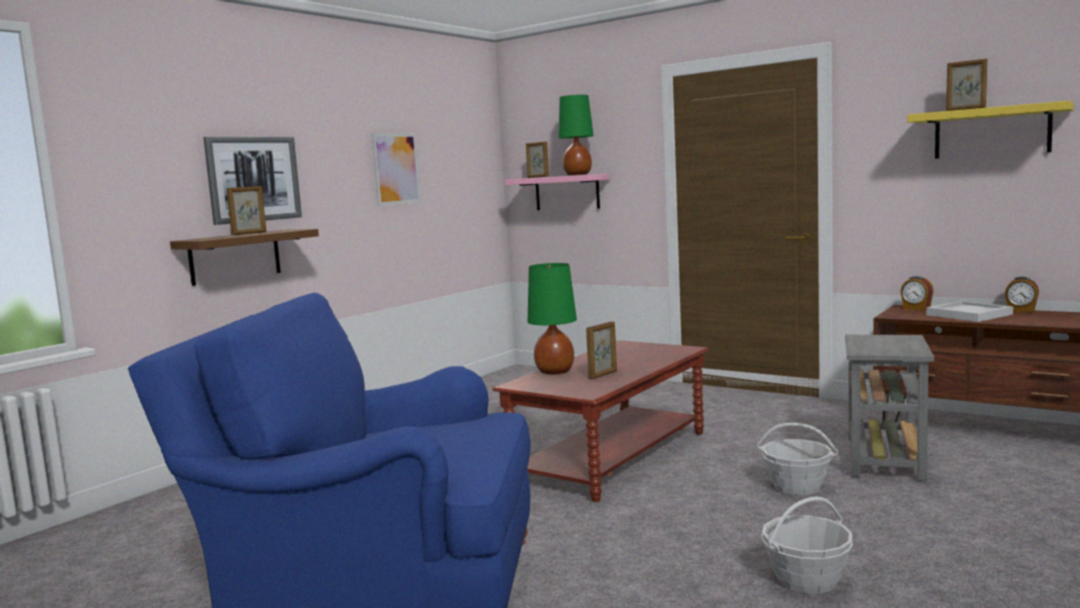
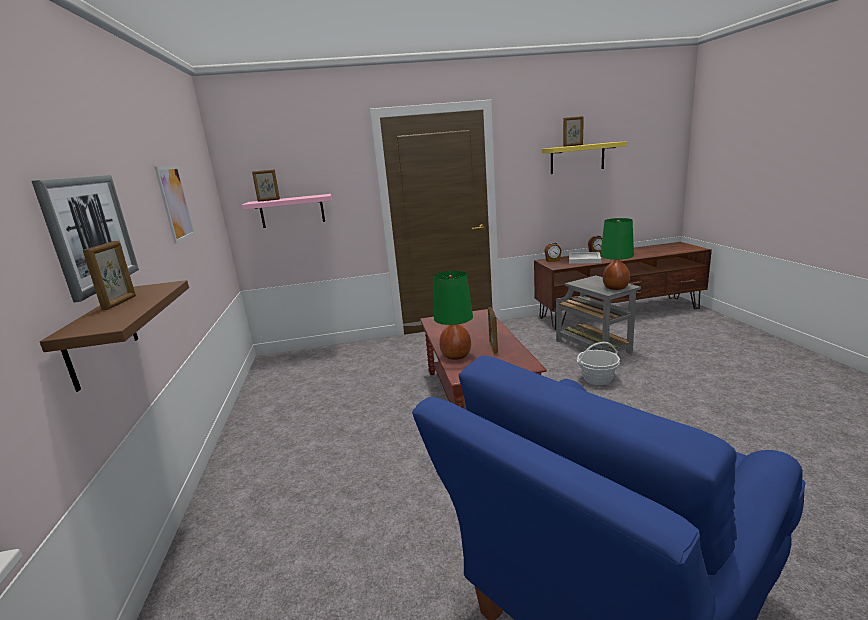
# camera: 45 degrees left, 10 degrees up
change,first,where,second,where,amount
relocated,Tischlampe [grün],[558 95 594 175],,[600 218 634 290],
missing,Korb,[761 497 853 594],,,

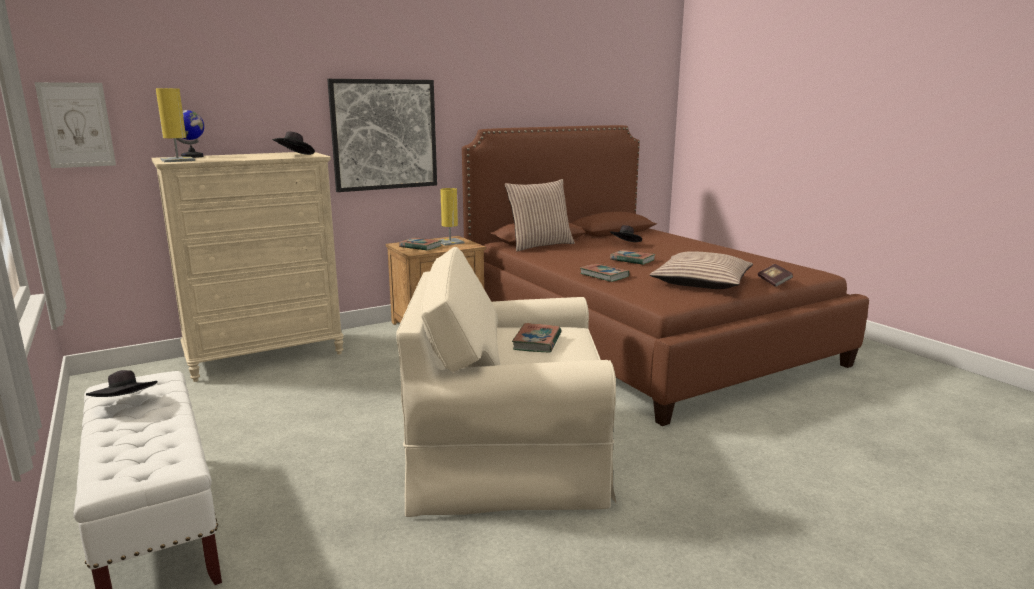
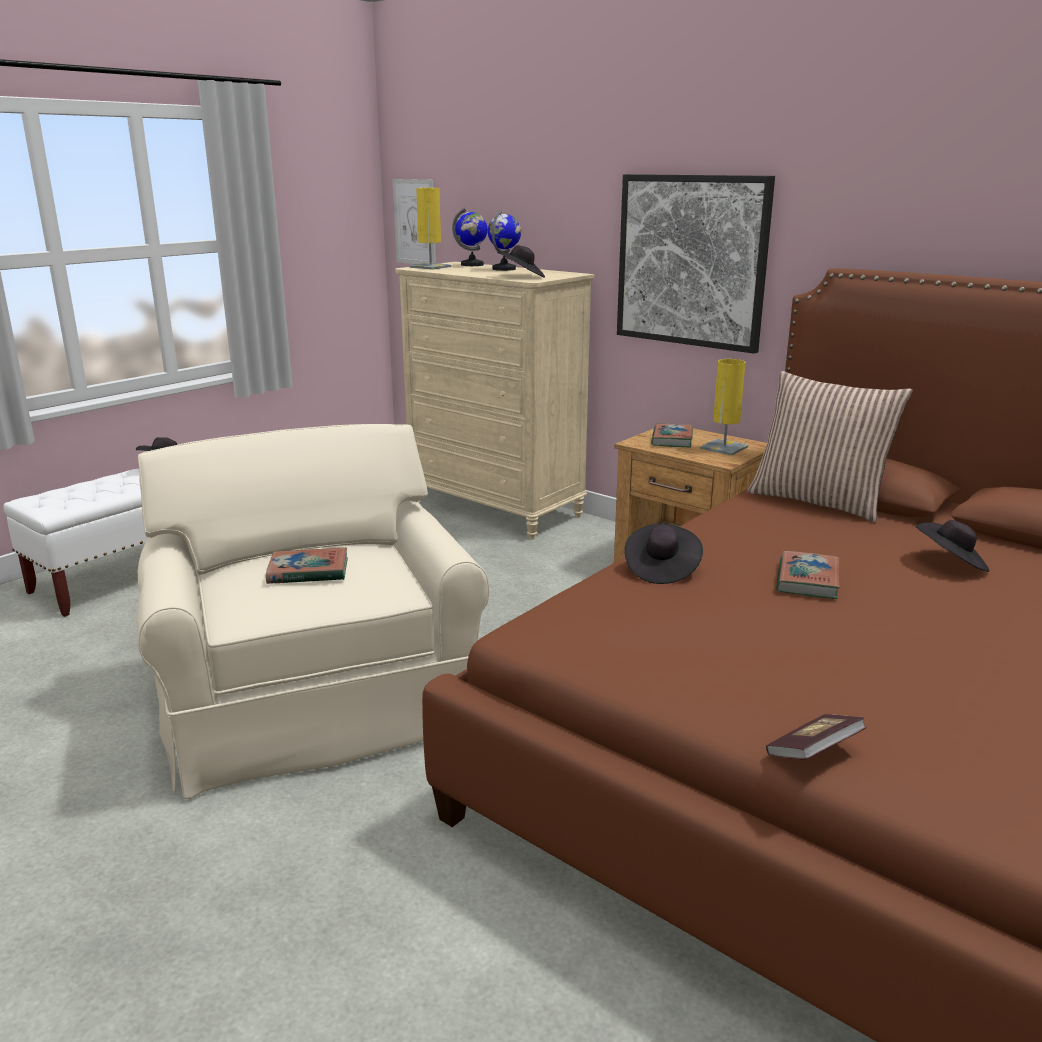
# camera: 70 degrees right, 5 degrees up
change,first,where,second,where,amount
missing,Kissen,[650 251 753 289],,,
exchanged,Buch,[580 263 629 282],Hut [schwarz],[624 523 703 584],
appeared,,,Globus,[488 210 521 271],

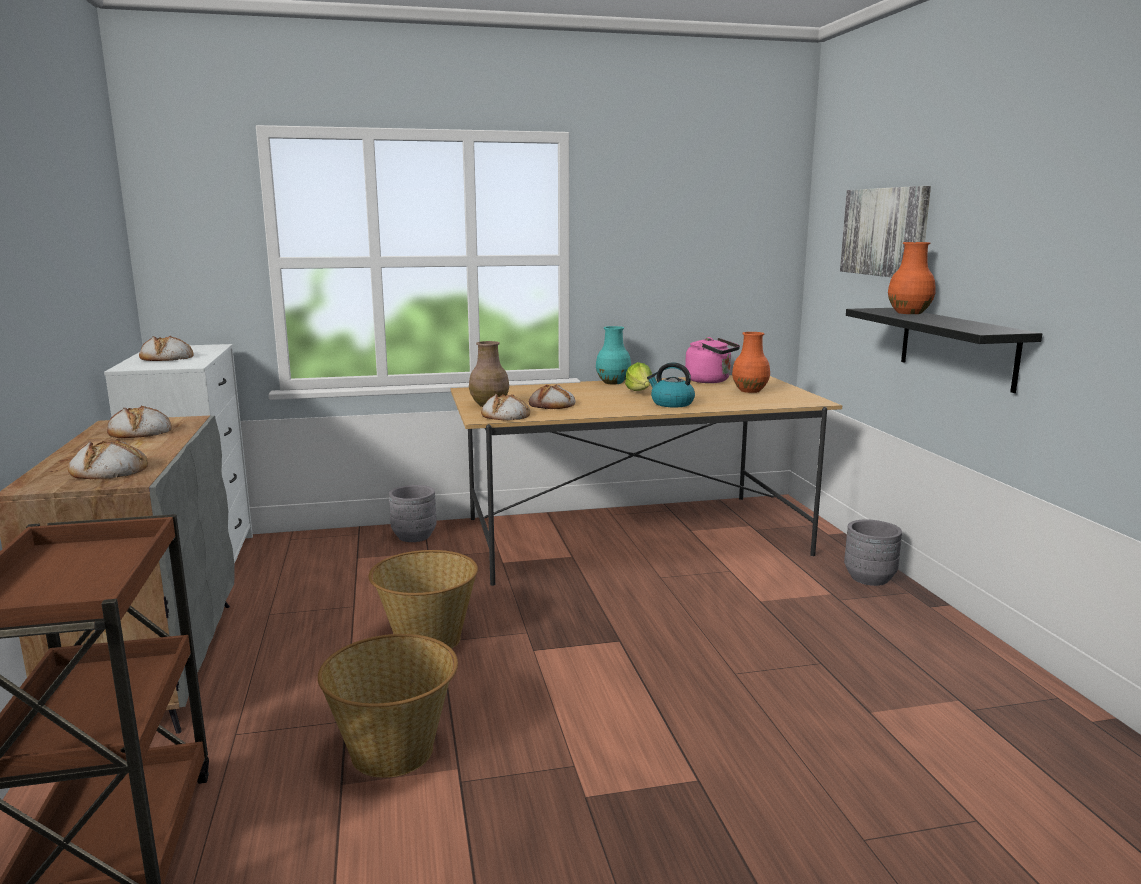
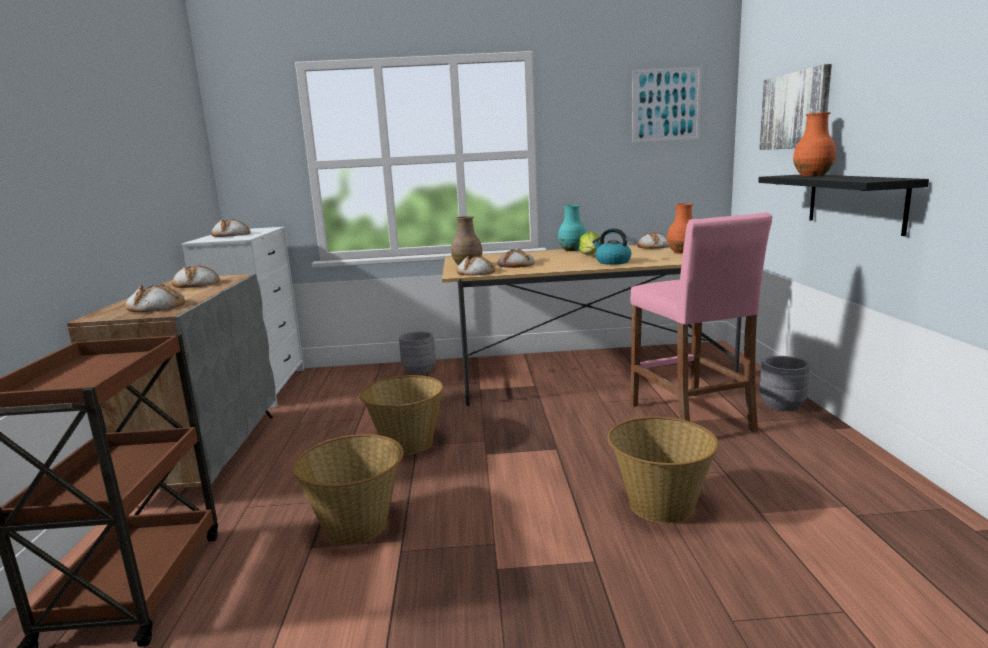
# camera: 10 degrees right, 0 degrees up
change,first,where,second,where,amount
exchanged,Wasserkessel [rosa],[685 337 740 383],Brot,[637 232 670 249],
appeared,,,Bild,[632 67 702 142],
appeared,,,Hocker [rosa],[630 212 772 432],
appeared,,,Korb,[608 417 719 523],

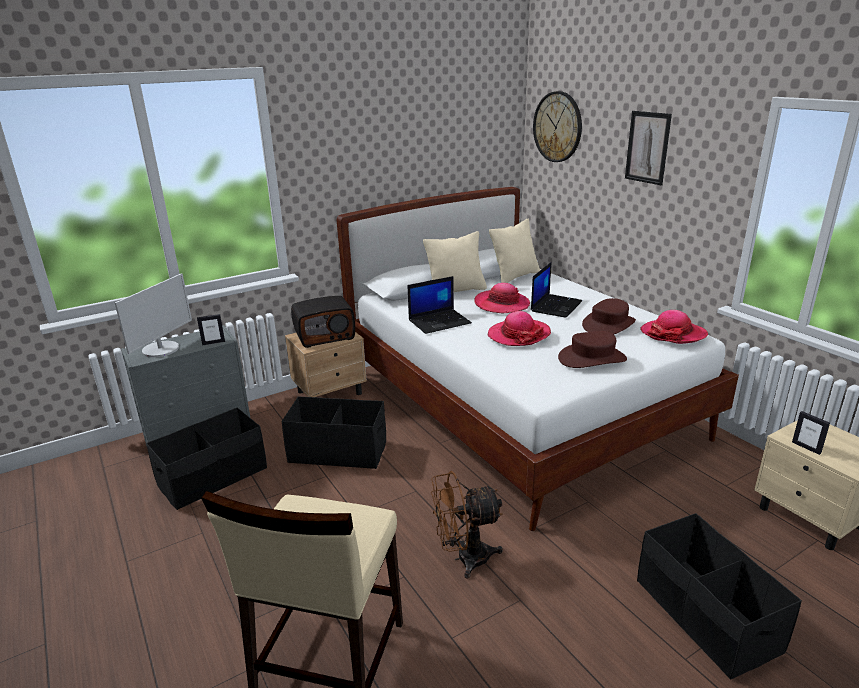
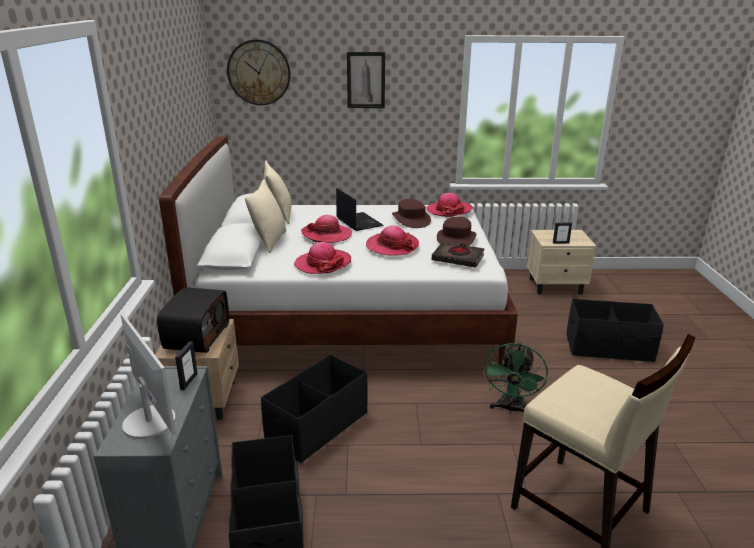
# camera: 60 degrees left, 0 degrees up
change,first,where,second,where,amount
exchanged,Laptop,[408 276 472 334],Hut,[294 242 351 274],
colour,Ventilator [braun],[431 471 503 579],Ventilator [grün],[483 342 548 414],
appeared,,,Buch [schwarz],[431 242 485 268],

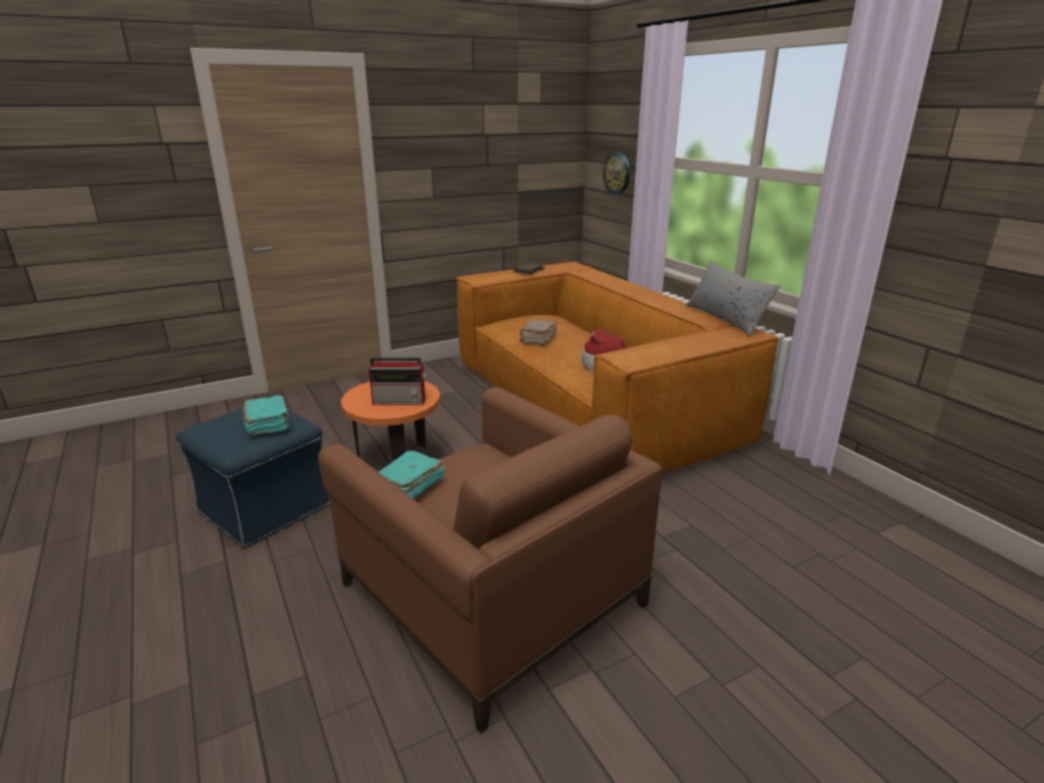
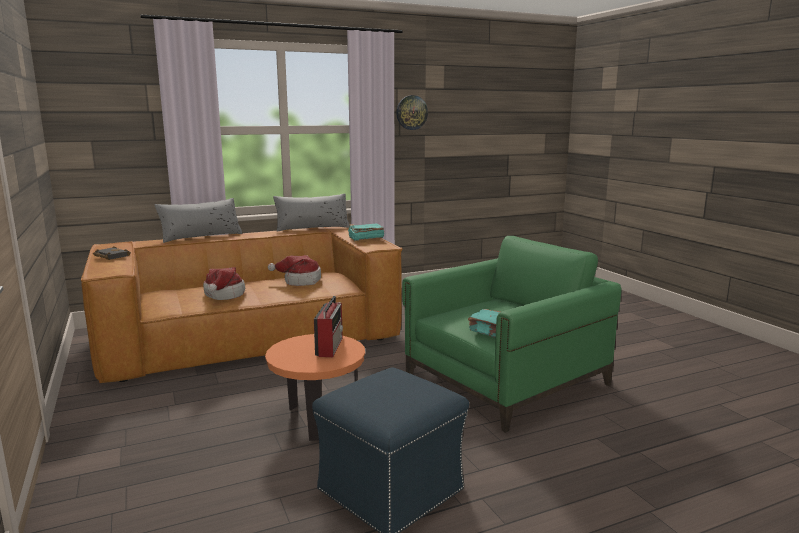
# camera: 85 degrees left, 10 degrees down
change,first,where,second,where,amount
relocated,Wanduhr,[603 151 630 195],,[396 95 428 130],
exchanged,Buch [braun],[520 319 557 346],Hut,[203 267 245 300],
colour,Sessel [braun],[318 387 663 734],Sessel [grün],[402 236 622 433],
relocated,Buch [türkis],[243 395 290 436],,[348 224 384 241],
appeared,,,Kissen [grau],[155 198 243 243],

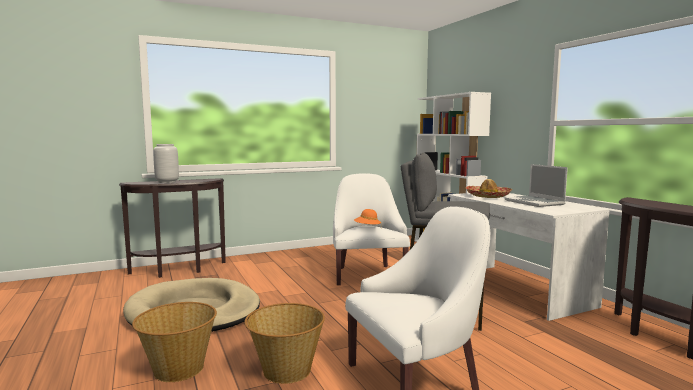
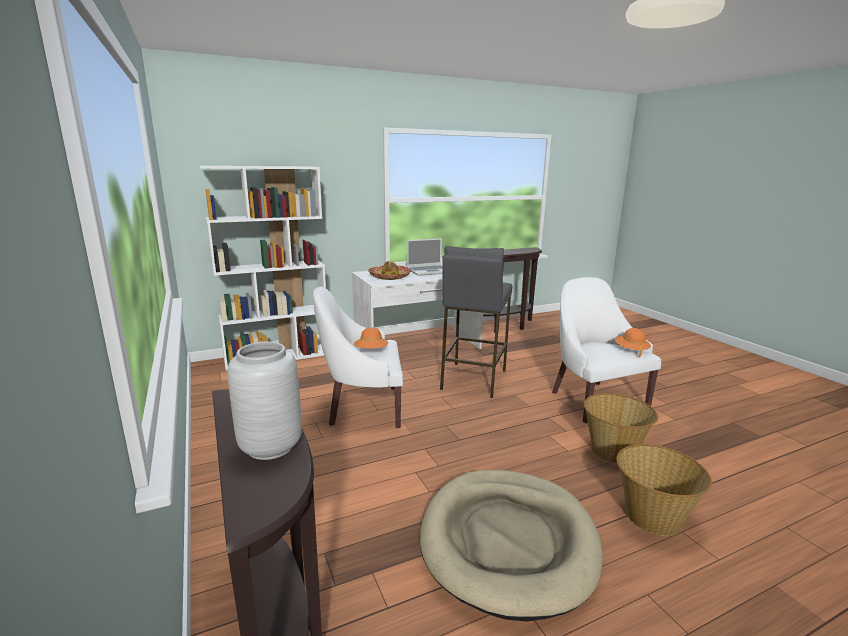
# camera: 90 degrees left, 10 degrees up
change,first,where,second,where,amount
appeared,,,Hut [orange],[615 328 651 357],

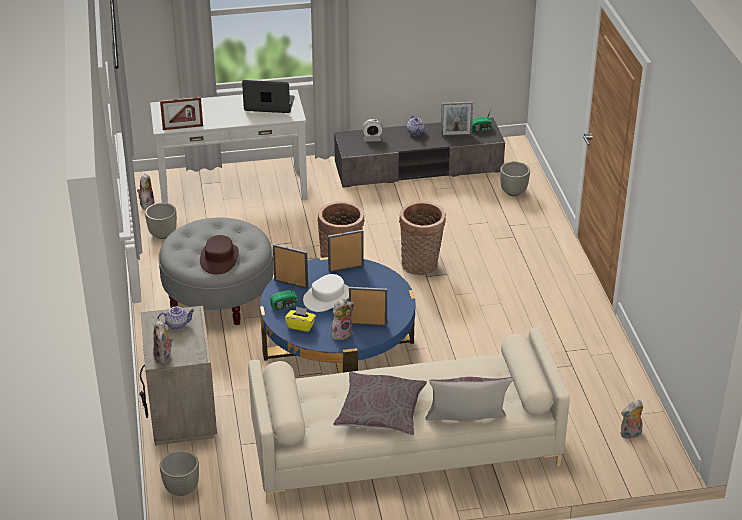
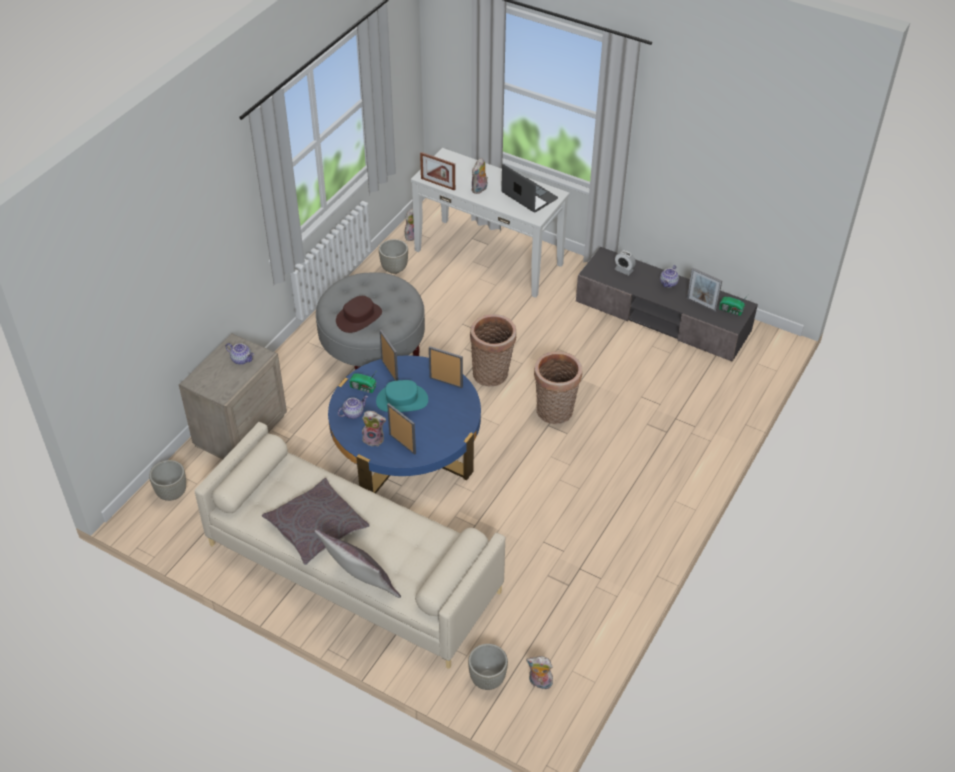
# camera: 40 degrees right, 10 degrees up
change,first,where,second,where,amount
relocated,Pflanzkübel [grau],[500 161 530 196],,[468 644 508 690],
colour,Hut [weiß],[303 274 349 312],Hut [türkis],[376 380 428 412],
exchanged,Taschentuchbox [gelb],[285 306 316 332],Teekanne,[338 396 368 419],
relocated,Plüschtier,[153 319 173 364],,[471 158 488 194],

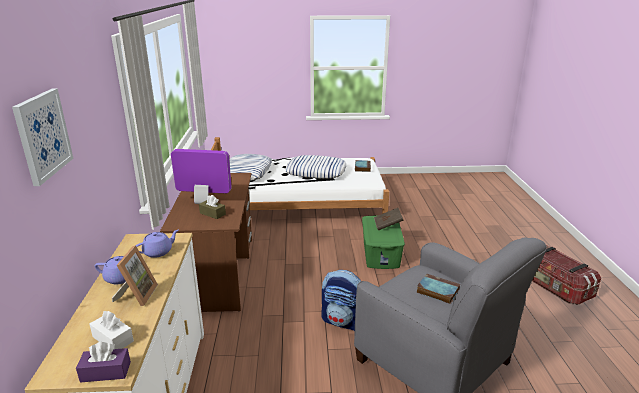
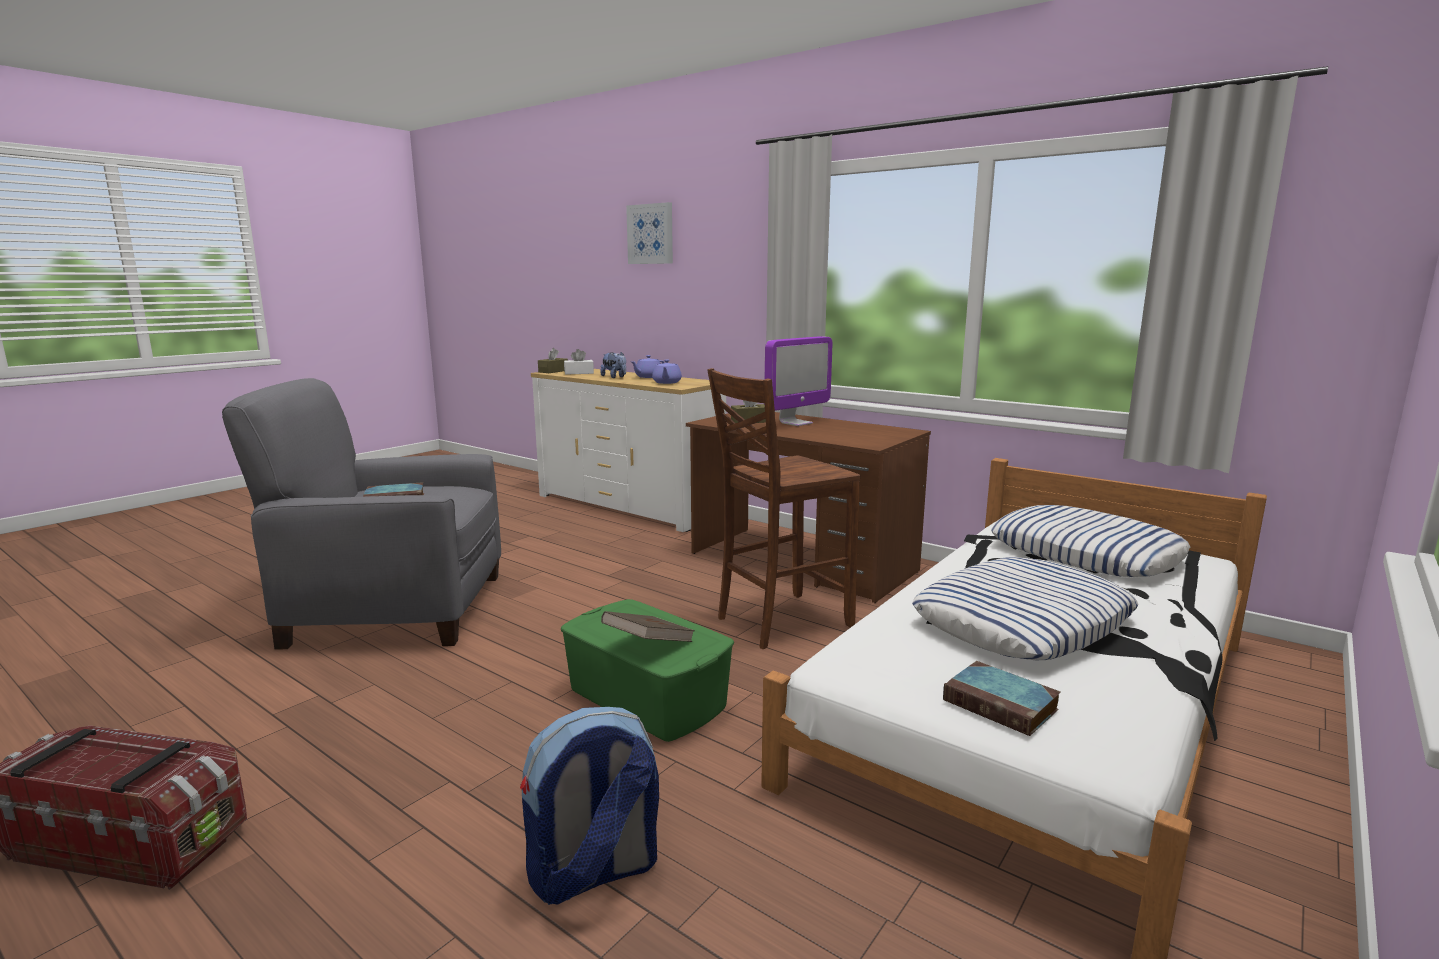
# camera: 130 degrees right, 10 degrees down
change,first,where,second,where,amount
exchanged,Bilderrahmen,[112 245 158 306],Plüschtier,[600 352 626 378],
relocated,Rucksack,[321 270 361 331],,[520 707 659 905],
colour,Taschentuchbox [lila],[76 342 131 383],Taschentuchbox [braun],[538 348 568 373],
appeared,,,Stuhl [braun],[707 368 860 649],

